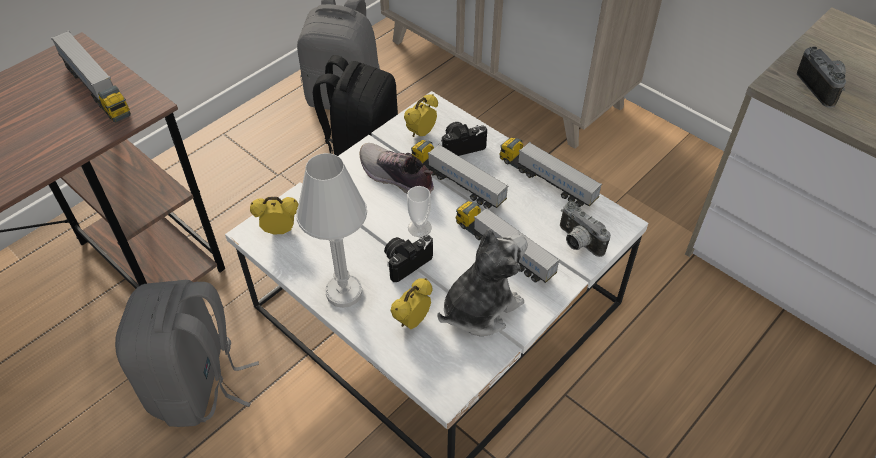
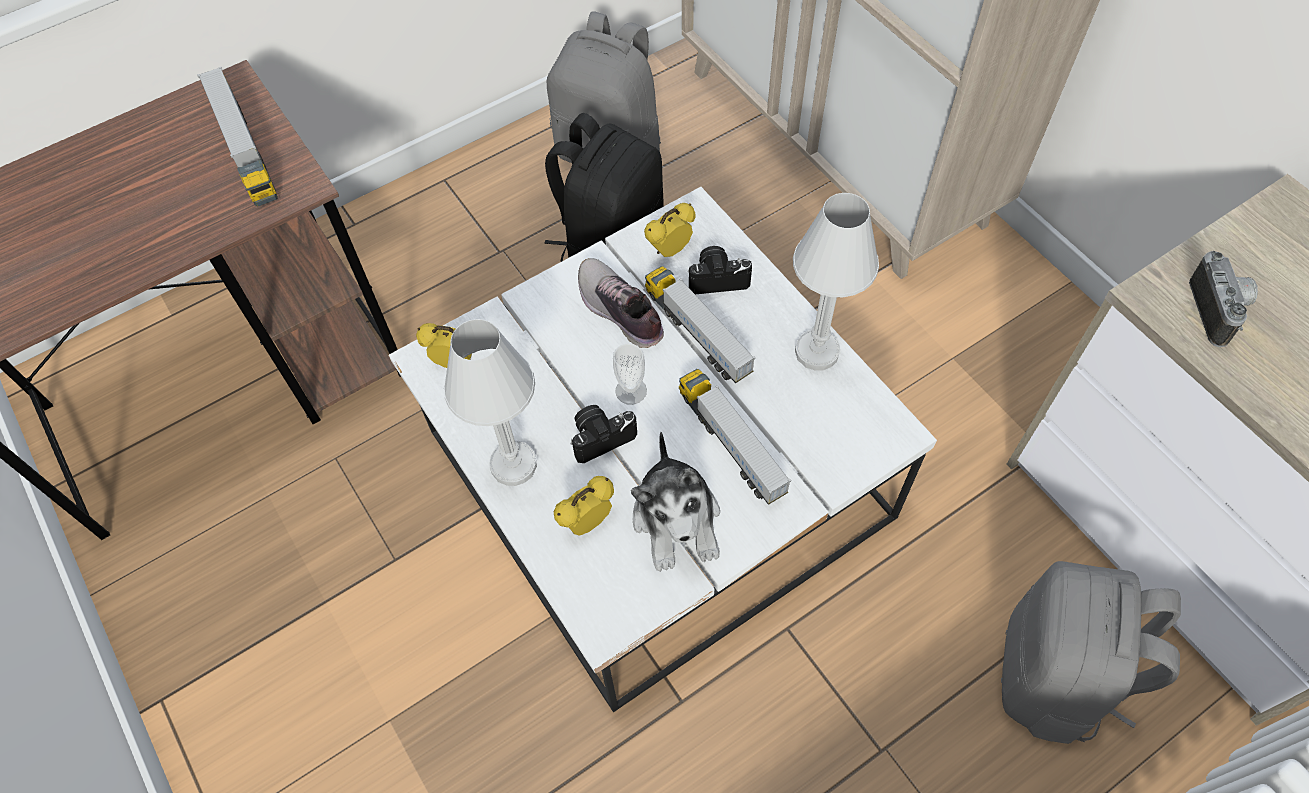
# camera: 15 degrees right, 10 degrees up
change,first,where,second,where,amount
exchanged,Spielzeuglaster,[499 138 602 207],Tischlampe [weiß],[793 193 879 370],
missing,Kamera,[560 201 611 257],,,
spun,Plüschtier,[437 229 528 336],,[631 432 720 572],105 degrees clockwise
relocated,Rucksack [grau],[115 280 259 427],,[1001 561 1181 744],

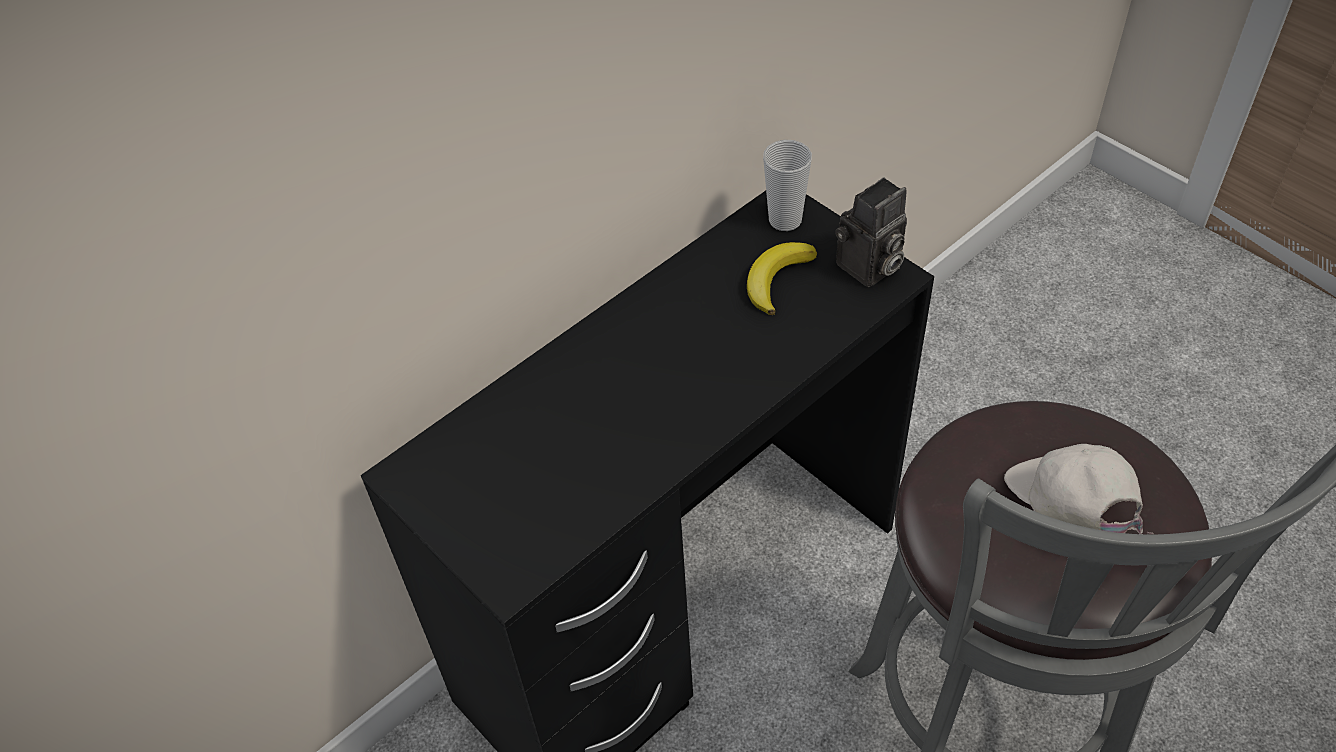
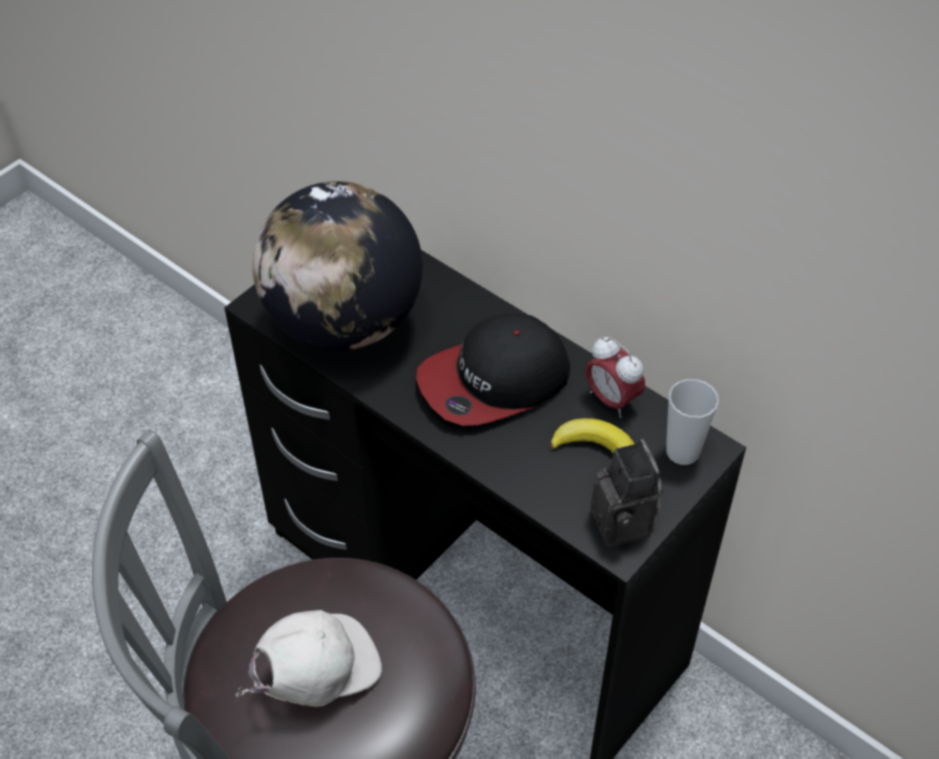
# camera: 80 degrees right, 0 degrees up
change,first,where,second,where,amount
spun,Kamera,[836 177 907 287],,[591 439 663 547],150 degrees counterclockwise
appeared,,,Globus,[253 181 423 351],
appeared,,,Kappe,[416 314 570 426],
appeared,,,Wecker,[585 336 645 418],

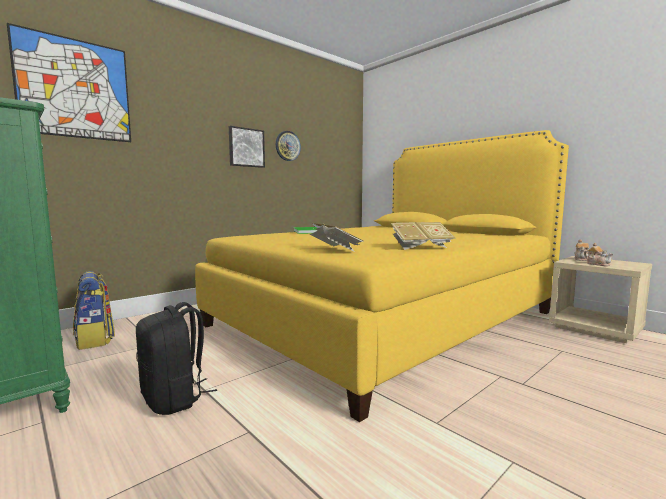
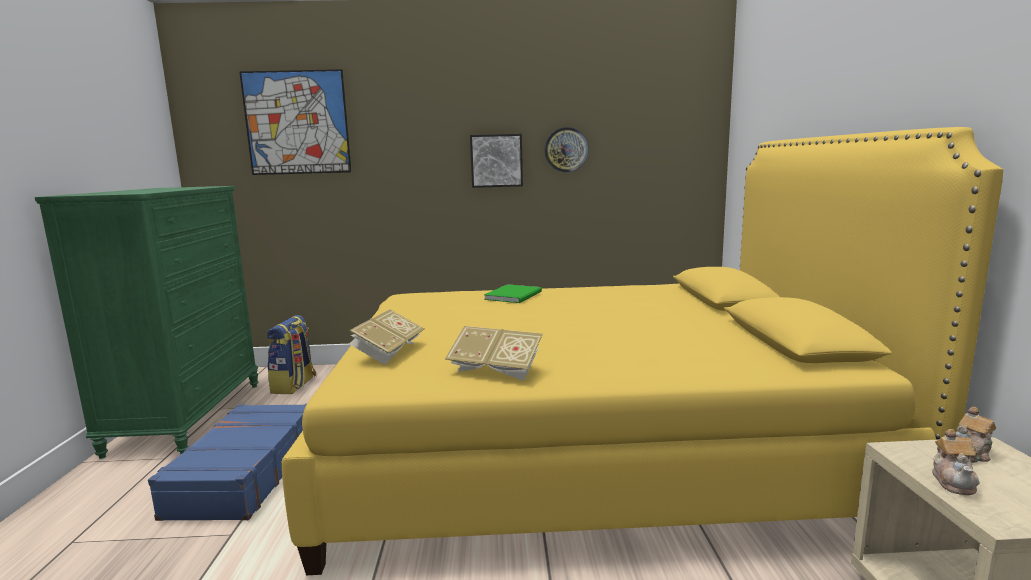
# camera: 40 degrees right, 5 degrees up
change,first,where,second,where,amount
exchanged,Rucksack [schwarz],[136 302 217 415],Koffer [blau],[148 404 307 521],

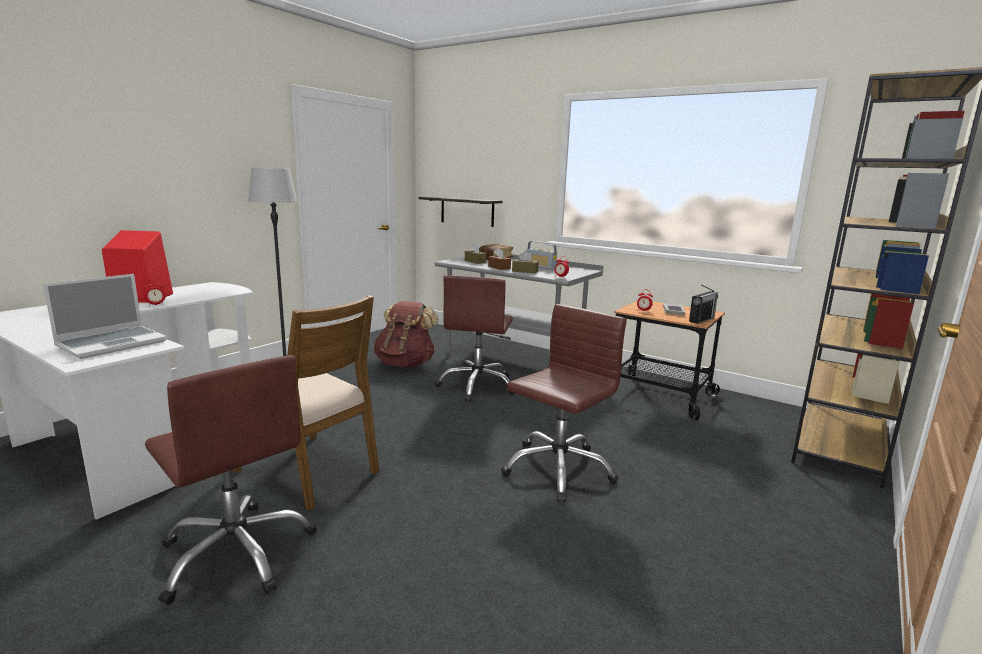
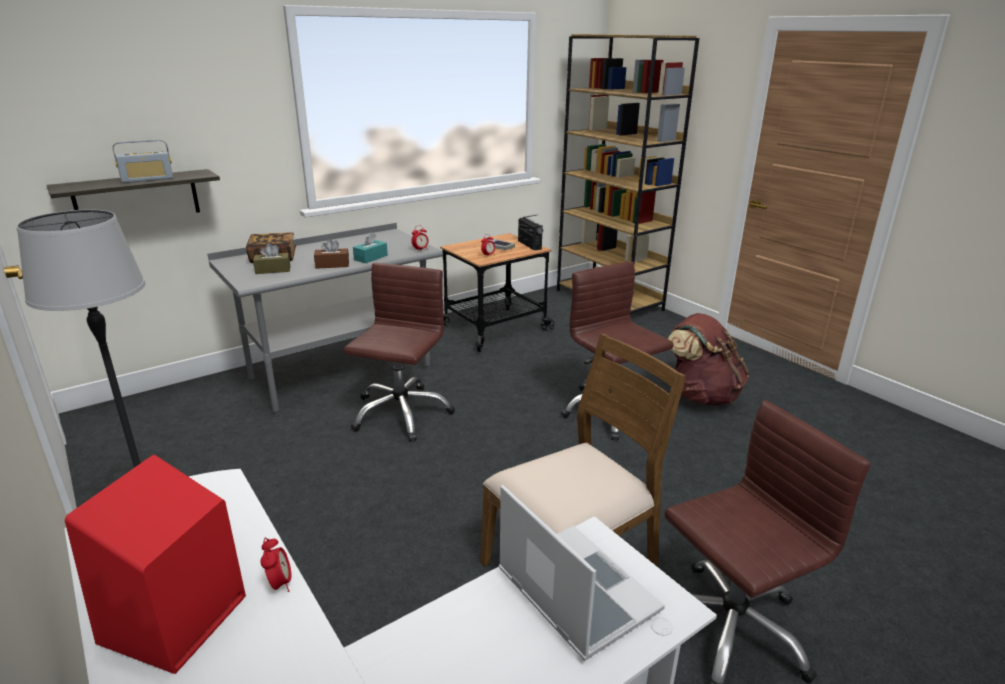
# camera: 70 degrees left, 10 degrees up
change,first,where,second,where,amount
relocated,Radio,[527 241 557 270],,[113 140 173 183],
colour,Taschentuchbox [braun],[512 251 539 273],Taschentuchbox [türkis],[353 232 388 263],
spun,Bürostuhl [braun],[435 275 515 401],,[344 263 455 441],105 degrees counterclockwise
relocated,Rucksack [braun],[374 301 439 367],,[668 313 749 406],

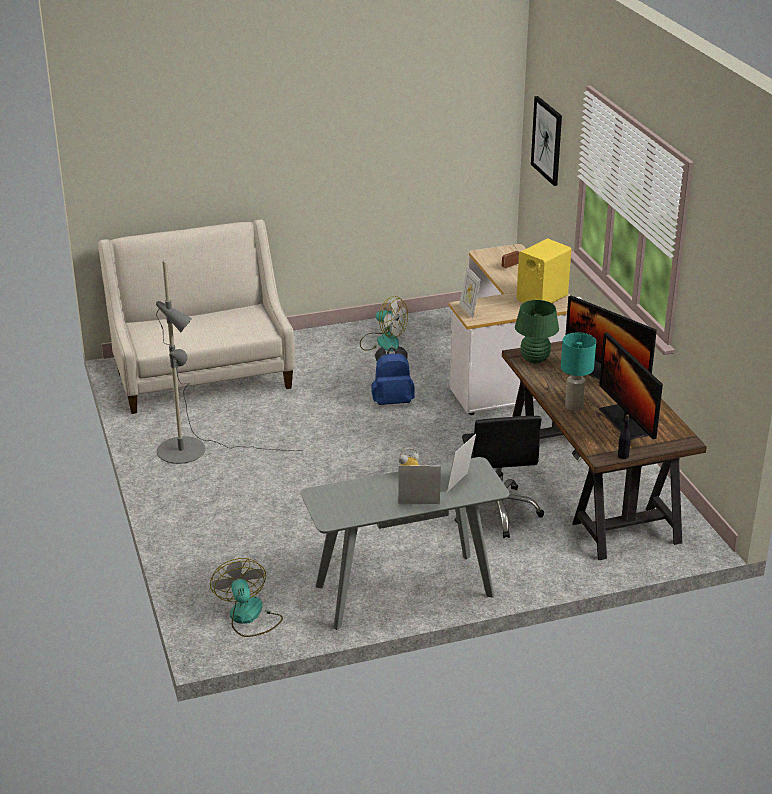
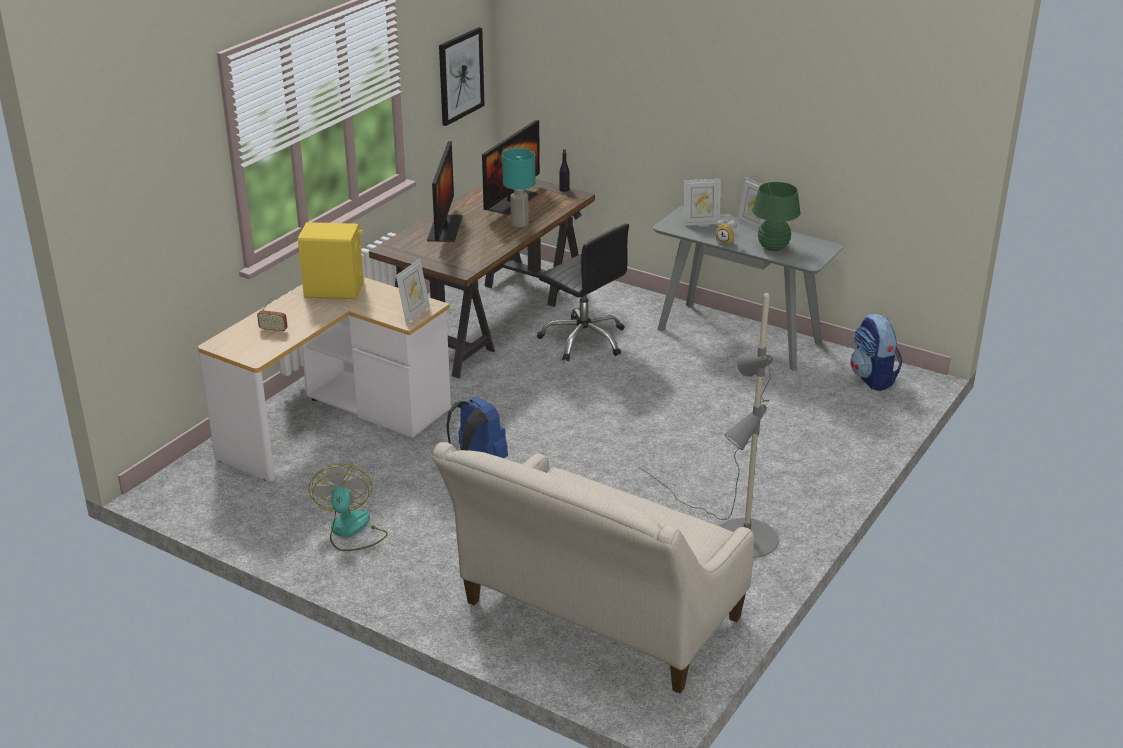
# camera: 130 degrees left, 0 degrees up
change,first,where,second,where,amount
relocated,Bild,[531 96 562 186],,[439 27 485 126],
relocated,Tischlampe [grün],[515 300 559 363],,[752 182 801 251],
spun,Bürostuhl [schwarz],[455 416 544 538],,[537 223 629 361],90 degrees clockwise
exchanged,Ventilator,[210 558 283 637],Rucksack,[850 313 903 391],

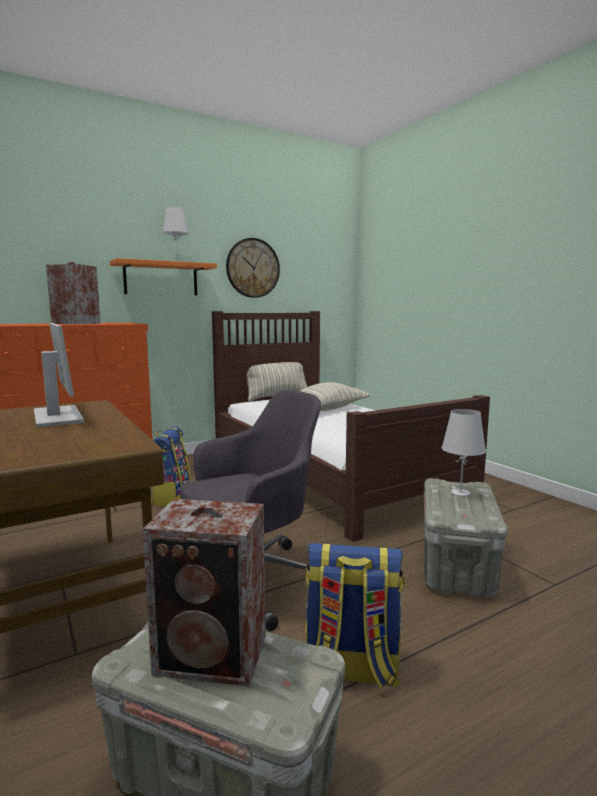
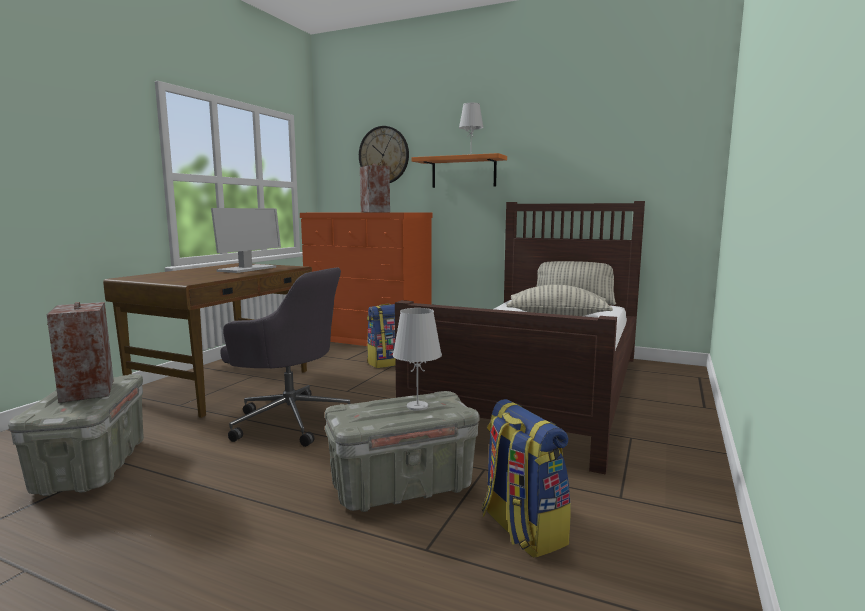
# camera: 55 degrees right, 0 degrees up
change,first,where,second,where,amount
relocated,Wanduhr,[226 238 280 298],,[359 126 409 183],
relocated,Rucksack,[305 543 404 689],,[482 399 571 558],

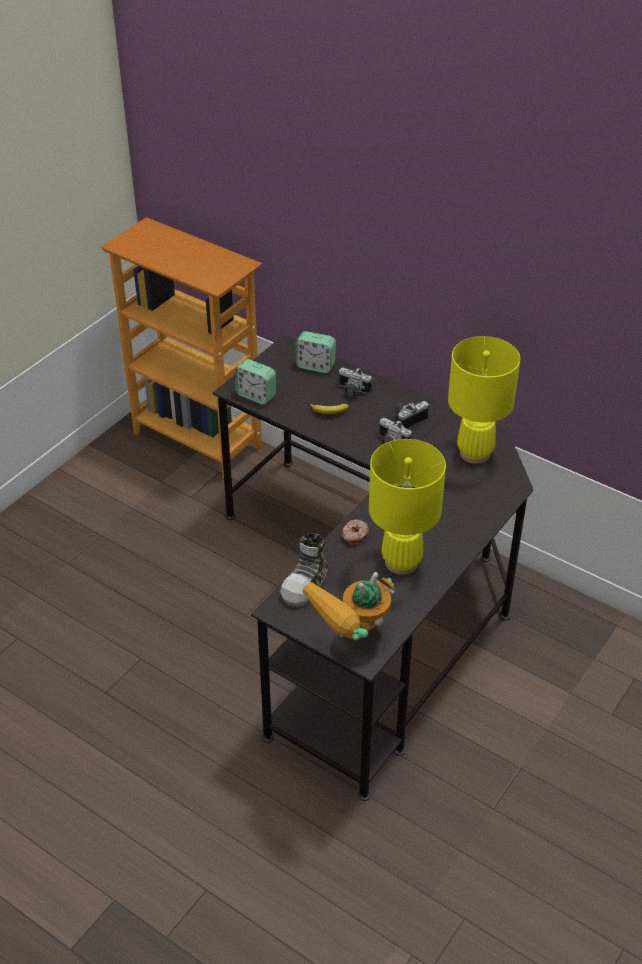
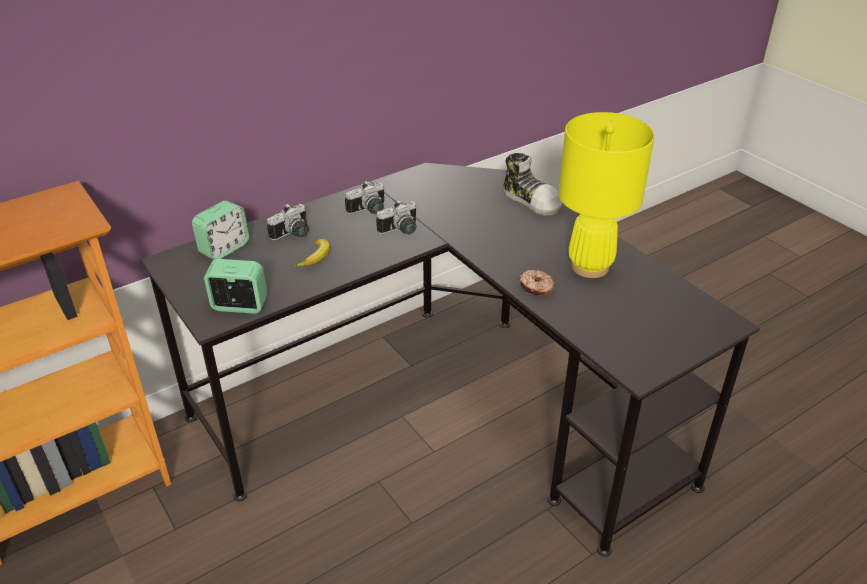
# camera: 70 degrees left, 5 degrees down
change,first,where,second,where,amount
missing,Tischlampe [gelb],[448 336 520 464],,,
spun,Wecker,[235 359 276 405],,[204 259 268 314],135 degrees counterclockwise
spun,Kamera,[395 401 429 429],,[345 181 384 214],105 degrees counterclockwise
relocated,Schuh,[280 533 328 607],,[503 153 562 216],
missing,Spielzeugroboter,[303 572 396 640],,,

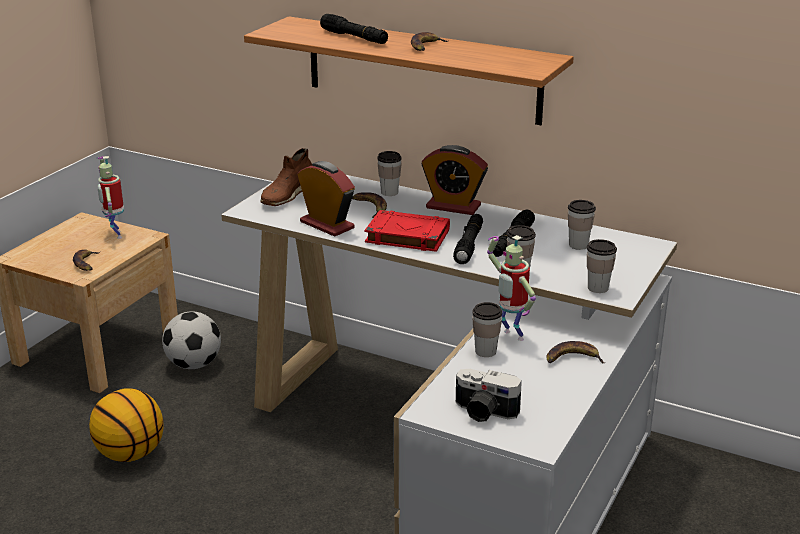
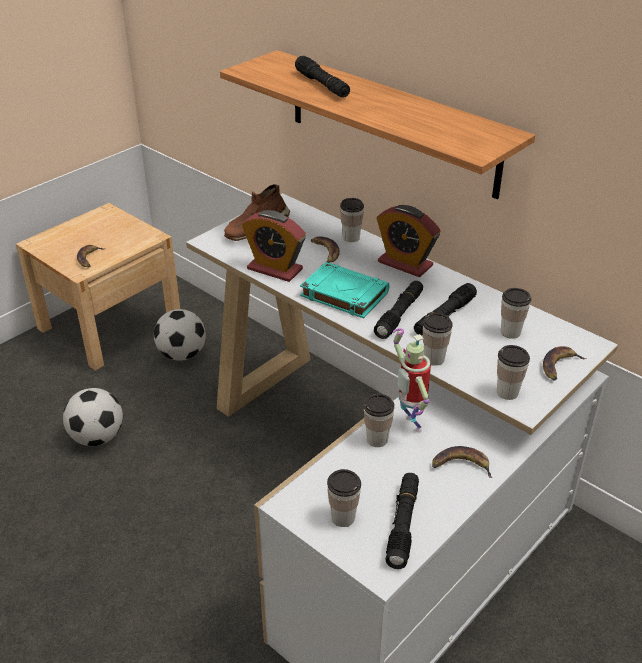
# camera: 15 degrees right, 10 degrees up
change,first,where,second,where,amount
relocated,Banane,[411 32 448 51],,[543 346 586 381],
missing,Spielzeugroboter,[97 156 124 239],,,
spun,Wecker,[297 161 355 237],,[242 210 306 282],150 degrees clockwise
colour,Buch [rot],[365 210 450 252],Buch [türkis],[300 262 390 318],
exchanged,Kamera,[456 369 522 422],Tasse,[327 469 361 527],
exchanged,Basketball,[89 388 164 462],Fußball,[63 388 123 446],
appeared,,,Taschenlampe [schwarz],[386 473 419 569],

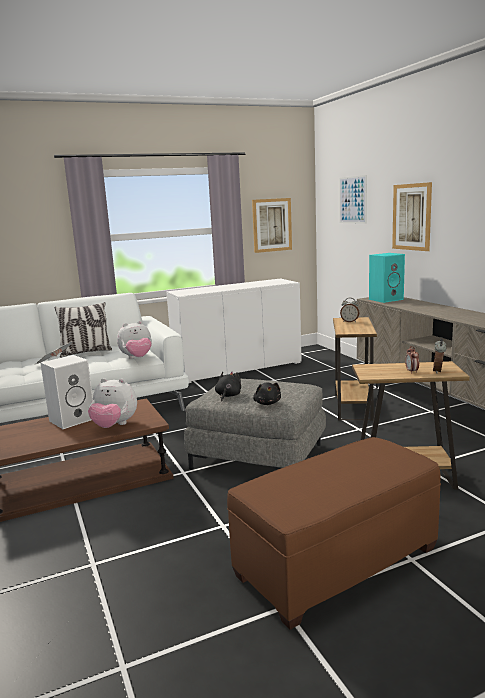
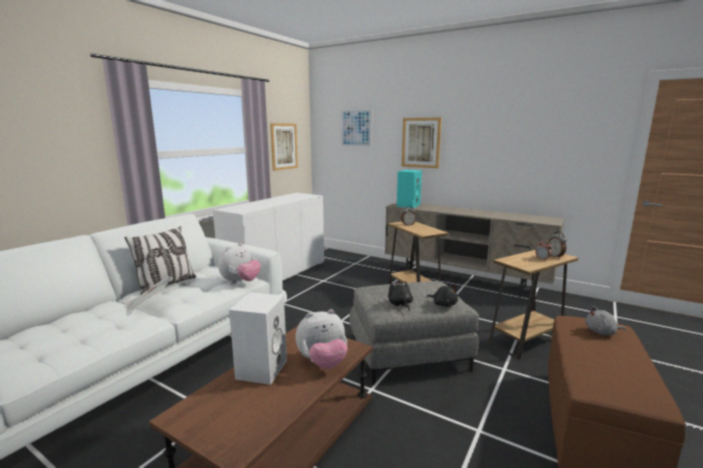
# camera: 35 degrees left, 0 degrees up
change,first,where,second,where,amount
appeared,,,Plüschtier [grau],[585 306 626 335],

